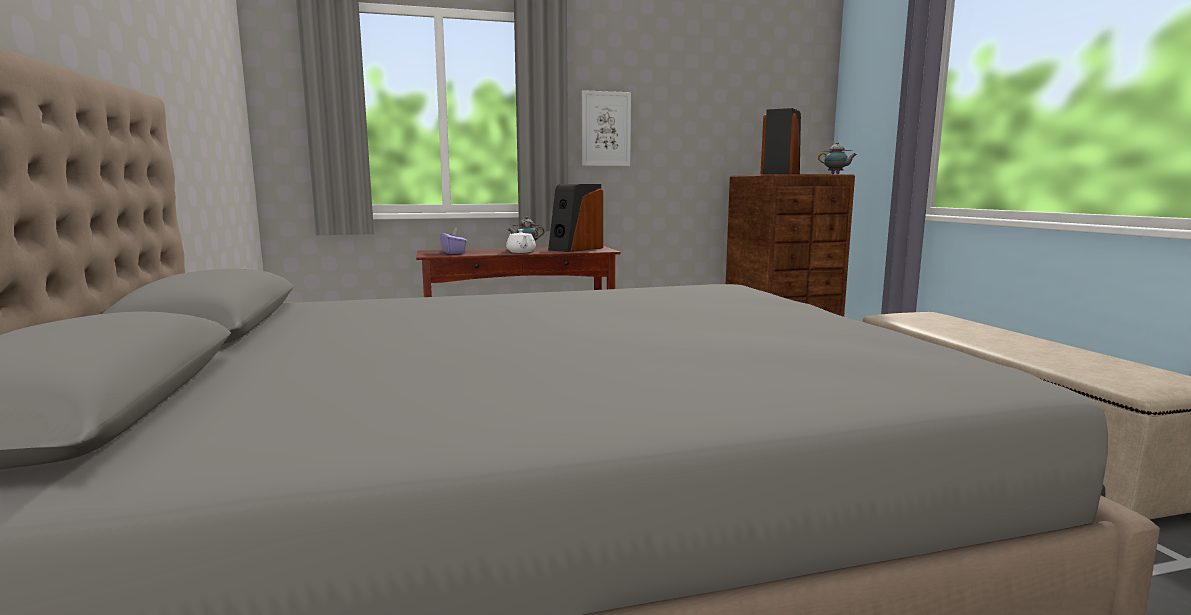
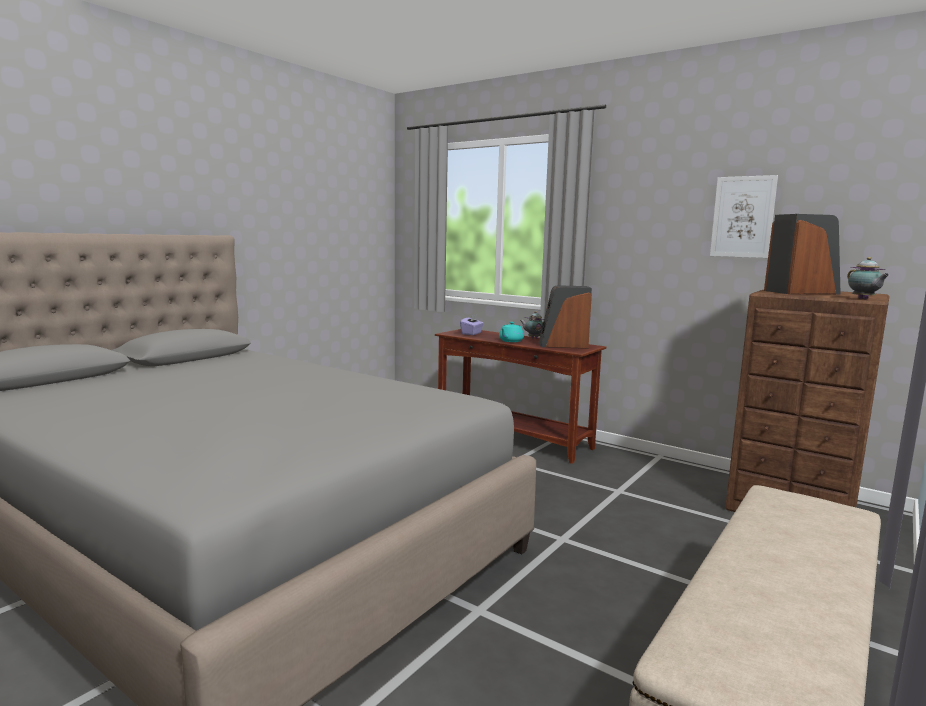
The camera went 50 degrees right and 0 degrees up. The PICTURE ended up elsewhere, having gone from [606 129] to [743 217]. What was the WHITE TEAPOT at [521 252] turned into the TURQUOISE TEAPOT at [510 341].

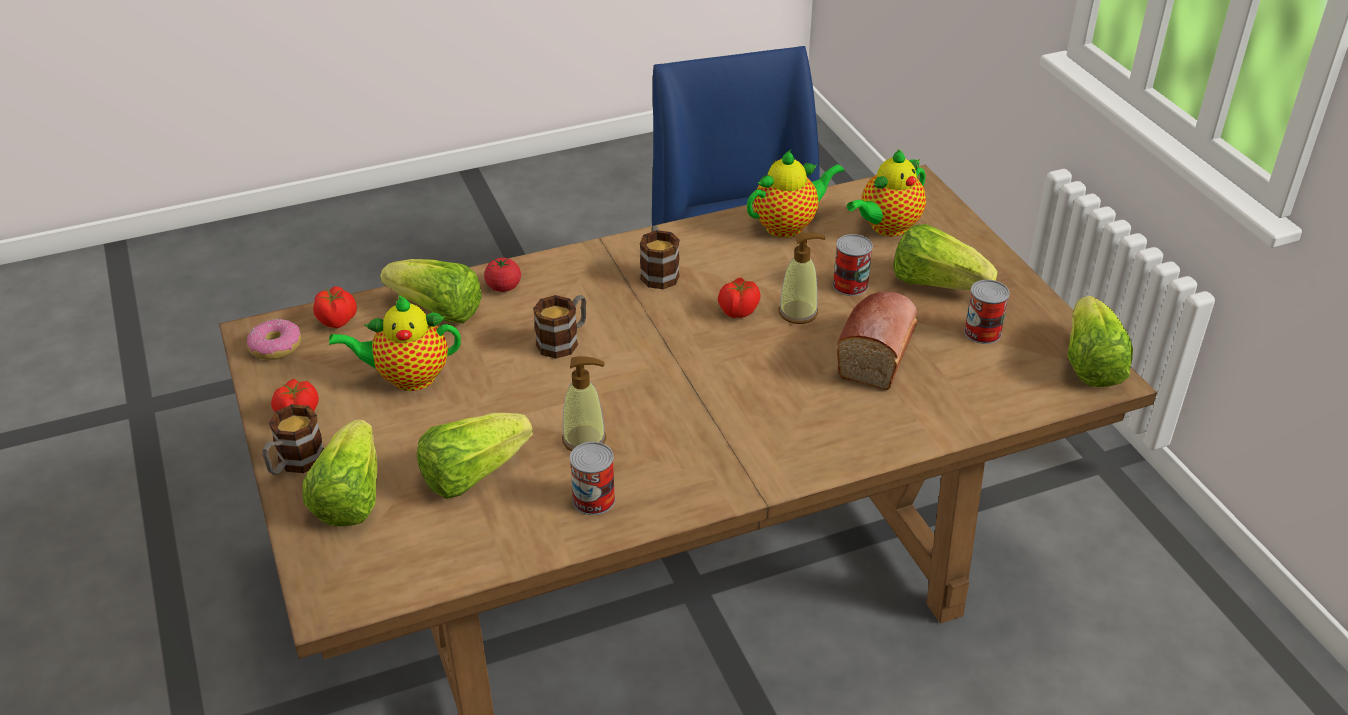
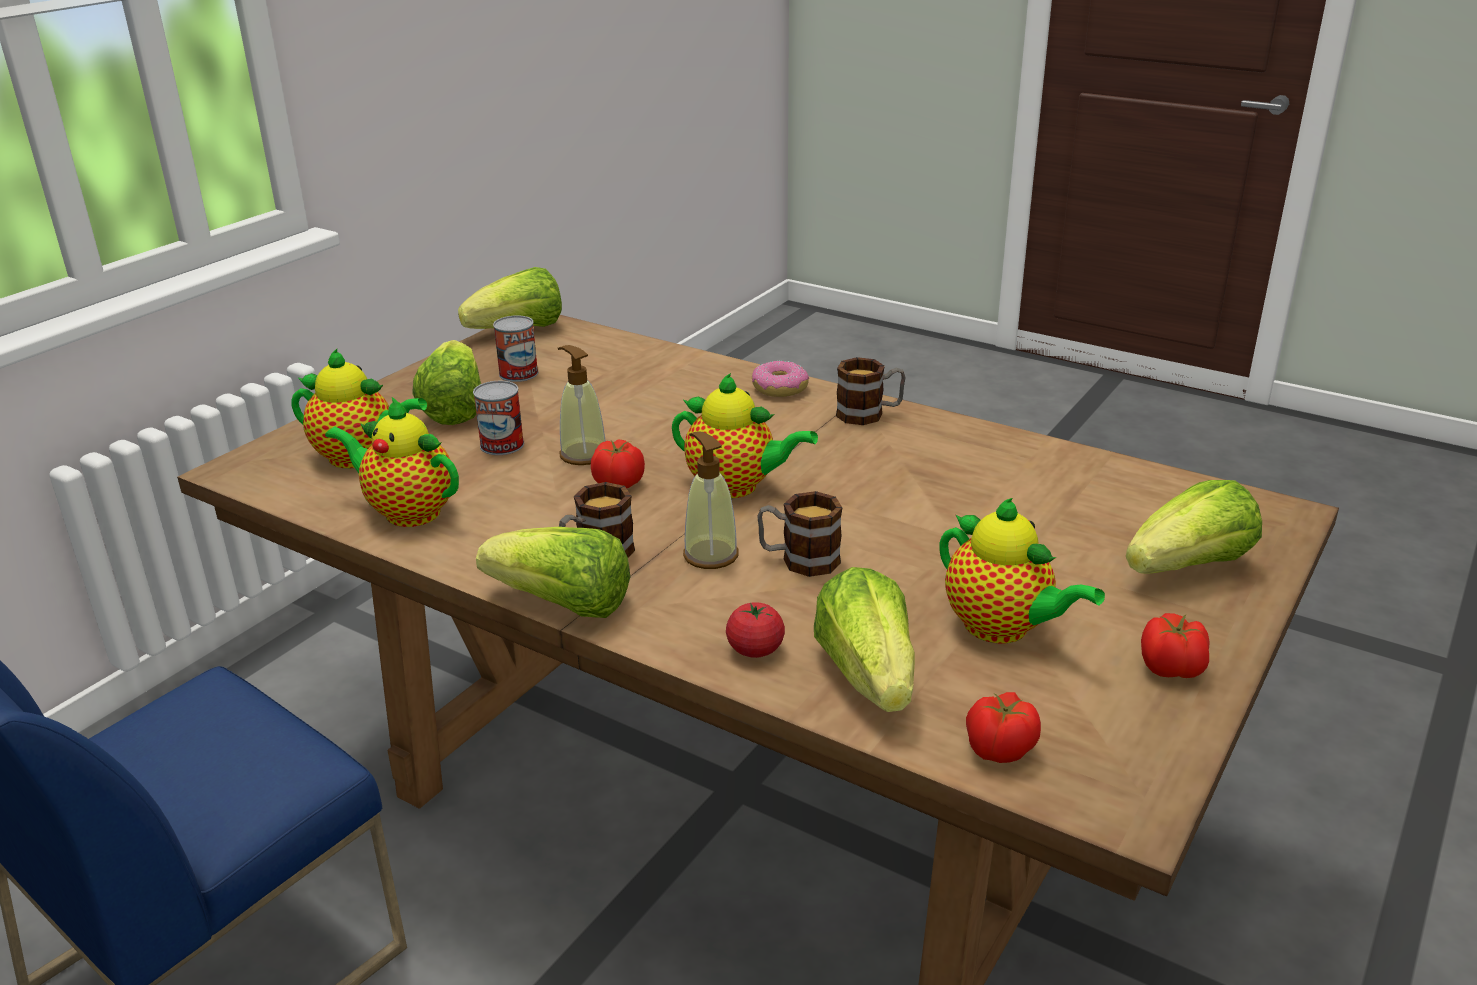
The camera went 125 degrees left and 10 degrees down. The second view lost the BREAD at [878 351]. The DONUT ended up elsewhere, having gone from [276 347] to [779 388]. The SOAP DISPENSER ended up elsewhere, having gone from [584 440] to [710 555]. The MUG ended up elsewhere, having gone from [294 463] to [869 414]. The LETTUCE ended up elsewhere, having gone from [472 474] to [563 605]. The second view lost the CAN at [593 499]. The second view gained the TEAPOT at [736 487].

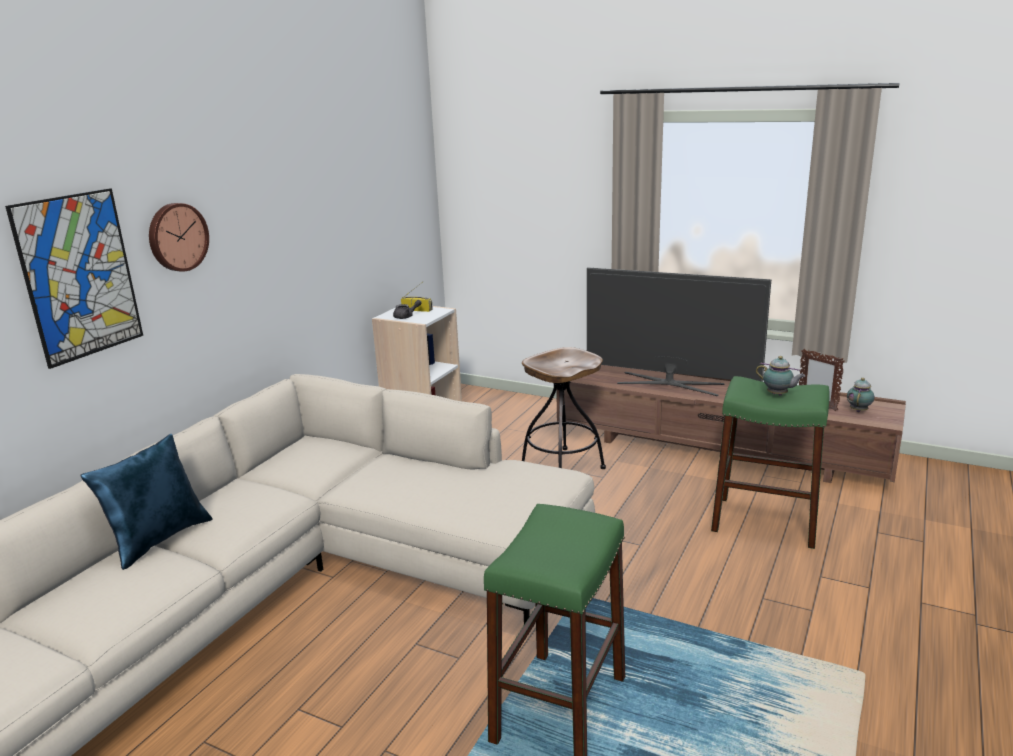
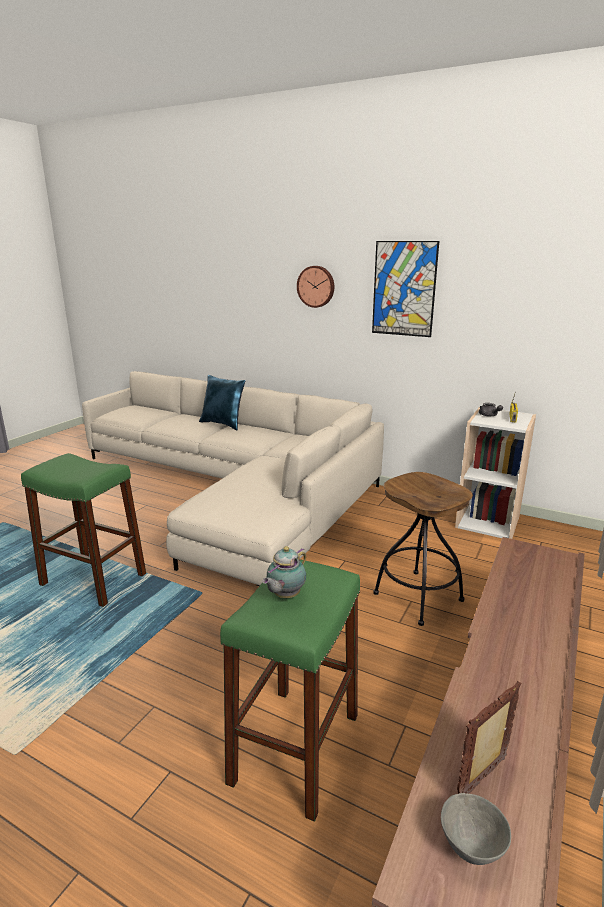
The camera went 90 degrees right and 0 degrees up. The PICTURE ended up elsewhere, having gone from [79 276] to [404 289]. The second view lost the TELEVISION at [670 383]. Where the TEAPOT stood at [859 410], the GREY BOWL came to stand at [470 849].

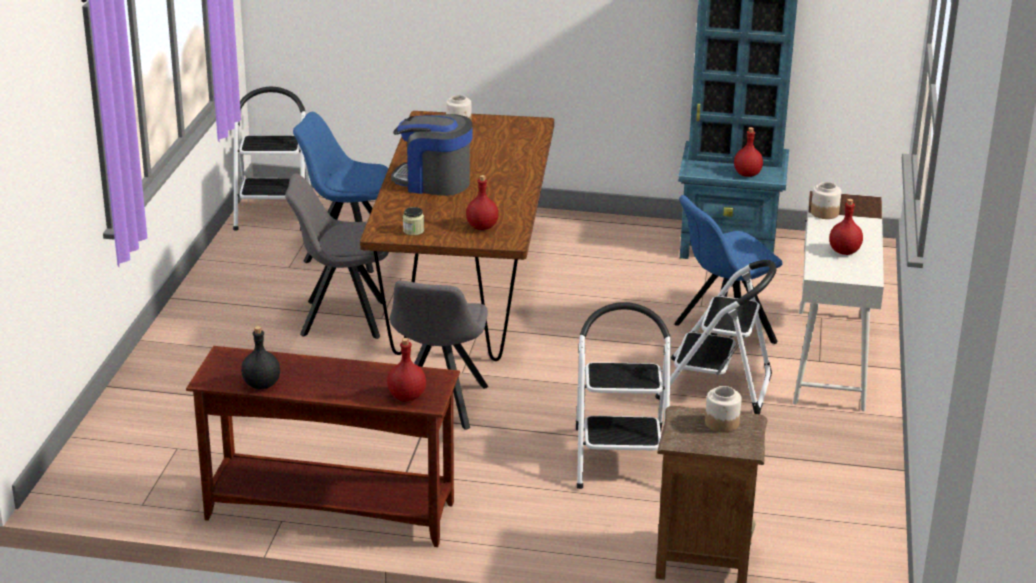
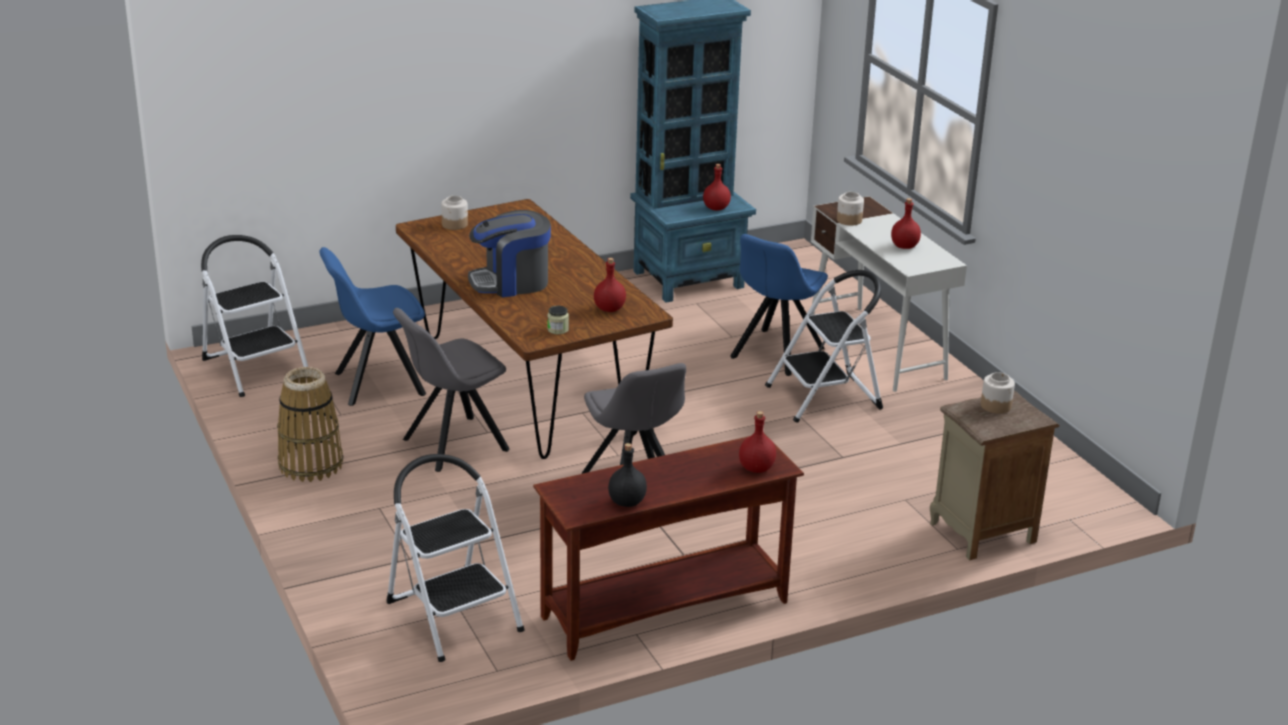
The camera went 35 degrees left and 0 degrees up. The STEP LADDER ended up elsewhere, having gone from [621 456] to [452 614]. The second view gained the BASKET at [311 464].

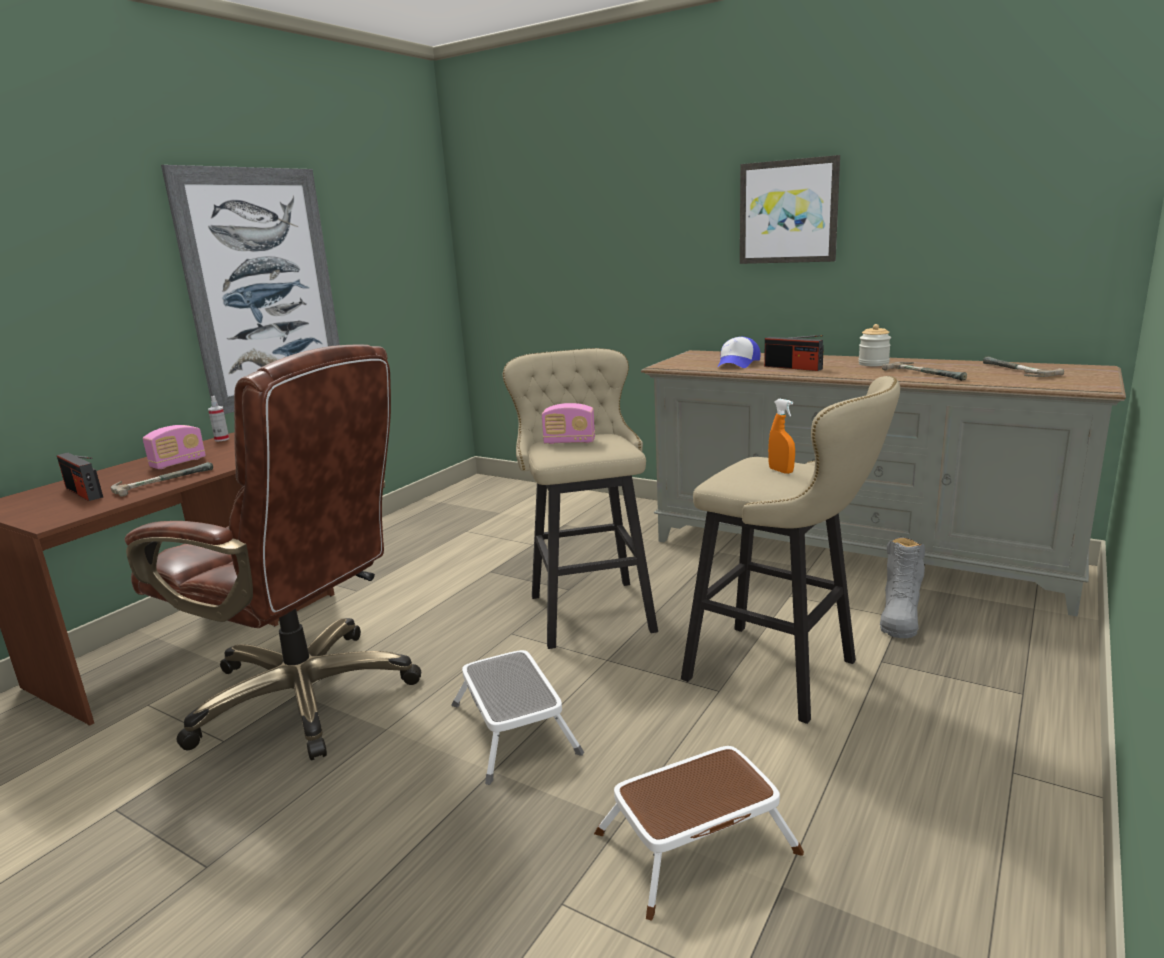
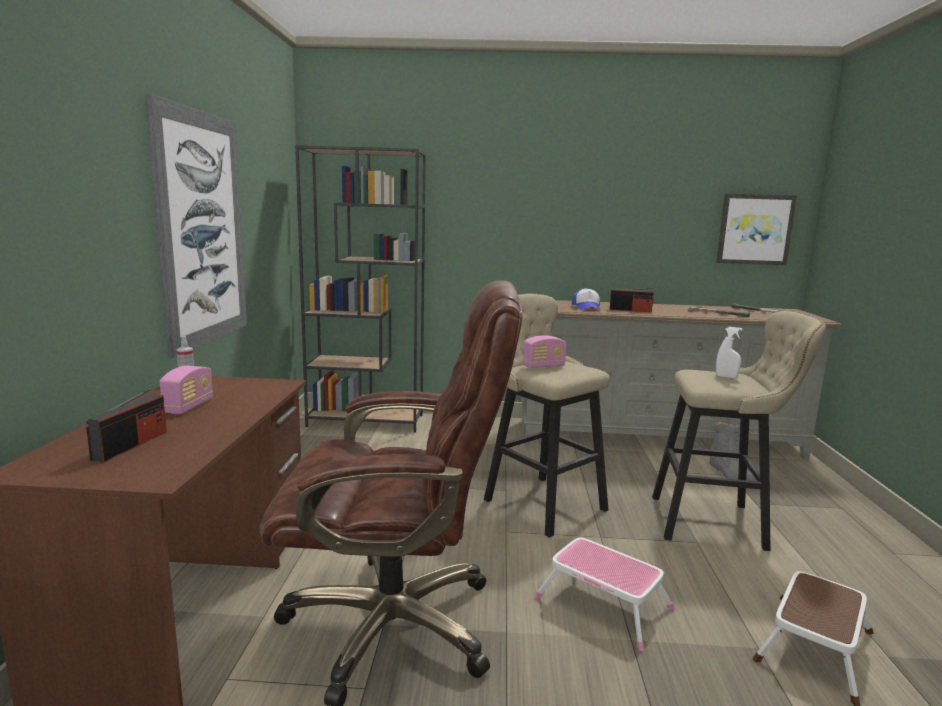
The camera went 30 degrees left and 5 degrees down. The PICTURE ended up elsewhere, having gone from [788 212] to [754 229]. The second view lost the JAR at [873 364]. What was the ORANGE SPRAY BOTTLE at [781 471] turned into the WHITE SPRAY BOTTLE at [726 377]. The RADIO at [84 492] ended up facing another way, 90 degrees counterclockwise from before. The second view lost the HAMMER at [162 481]. What was the GREY STEP LADDER at [513 728] turned into the PINK STEP LADDER at [603 603]. The second view gained the BOOKCASE at [366 420].

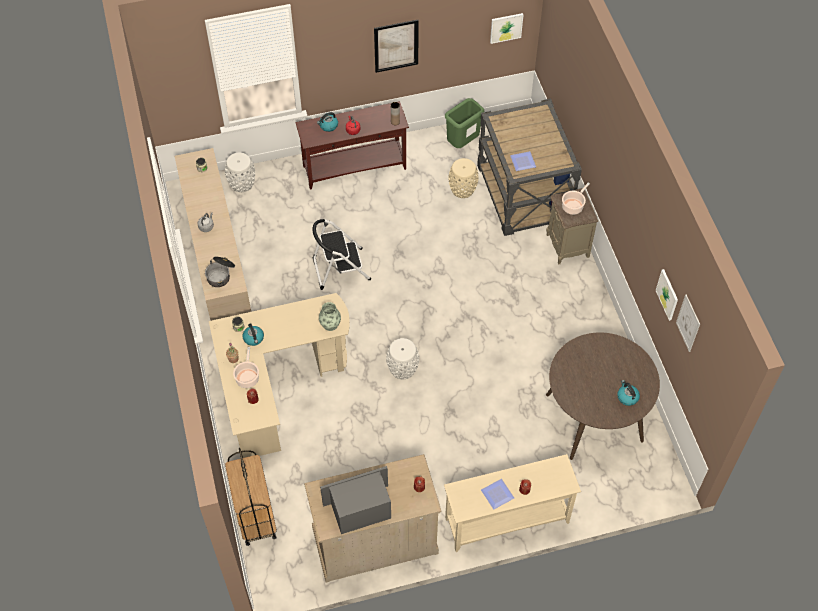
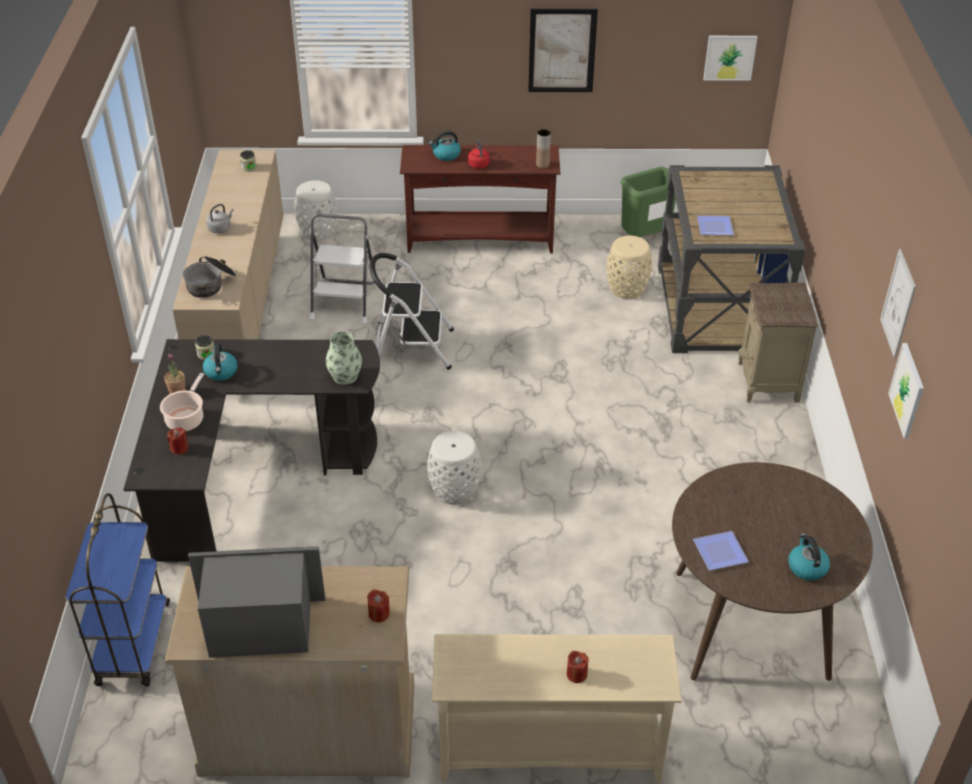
The camera went 15 degrees right and 15 degrees down. The second view lost the COOKING POT at [573 206]. What was the BEIGE DESK at [275 385] turned into the BLACK DESK at [250 472]. The PICTURE ended up elsewhere, having gone from [688 323] to [898 303]. What was the BROWN CART at [255 516] turned into the BLUE CART at [132 645]. The PLATE ended up elsewhere, having gone from [498 495] to [722 553]. The second view gained the WHITE STEP LADDER at [345 299].

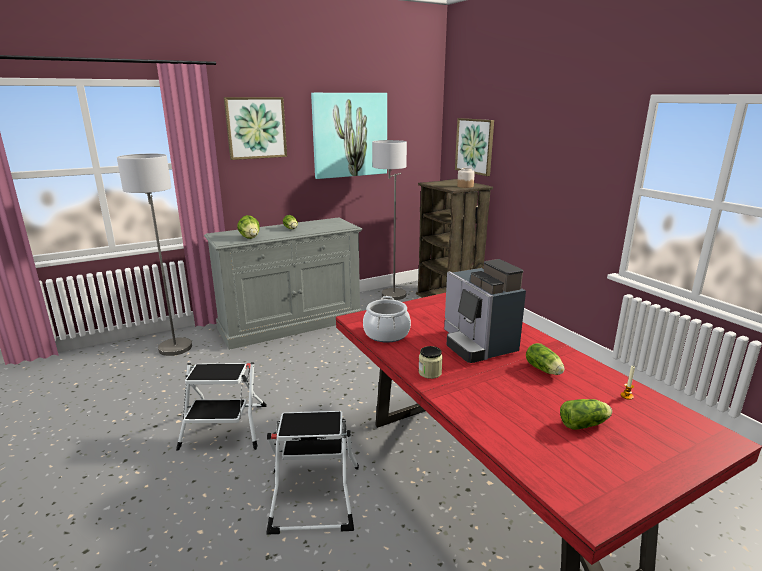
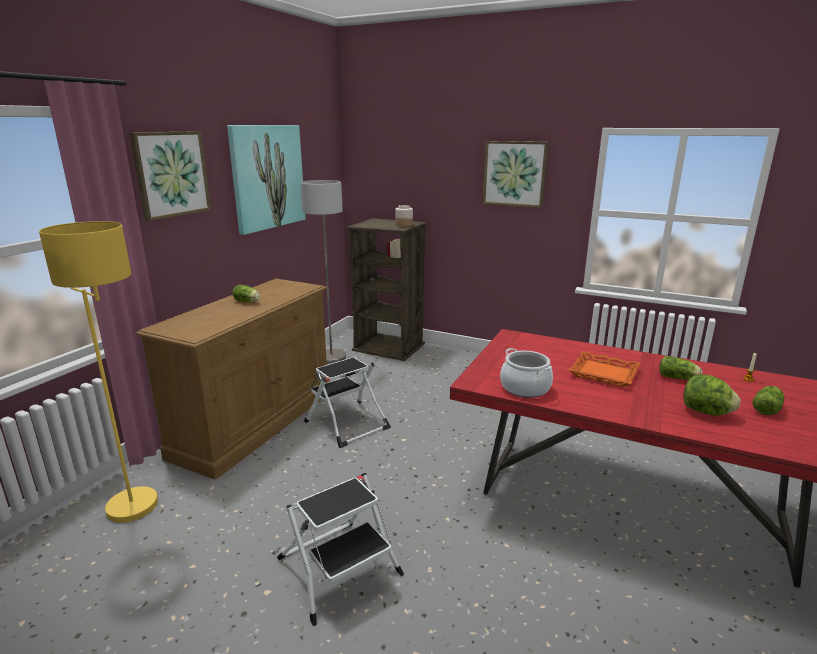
The camera went 35 degrees left and 0 degrees up. The PICTURE ended up elsewhere, having gone from [475 146] to [514 173]. What was the GREY FLOOR LAMP at [175 352] turned into the YELLOW FLOOR LAMP at [140 512]. The LETTUCE ended up elsewhere, having gone from [250 238] to [706 412]. What was the GREY CABINET at [292 324] turned into the BROWN CABINET at [258 422]. Where the COFFEE MACHINE stood at [477 344], the ORANGE TRAY came to stand at [604 373]. The second view lost the JAR at [430 372]. The STEP LADDER ended up elsewhere, having gone from [314 495] to [347 422].

